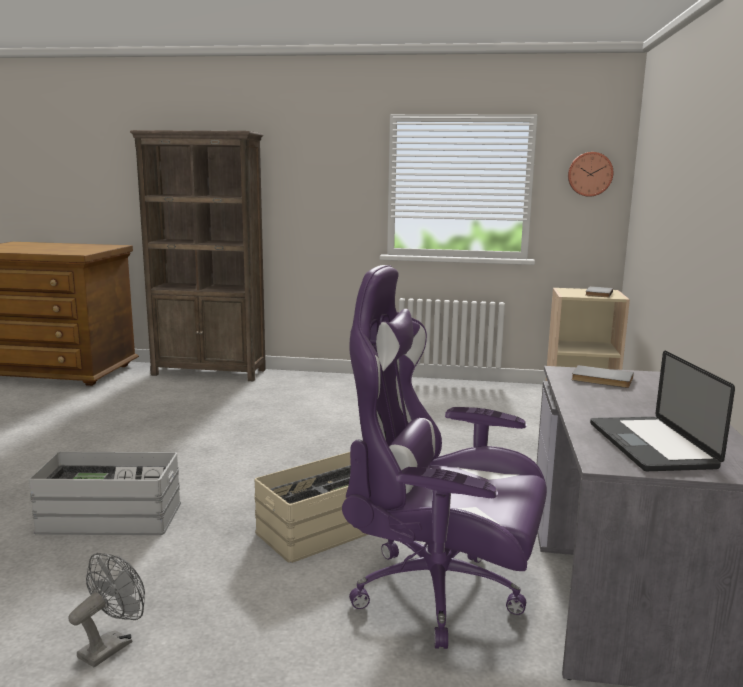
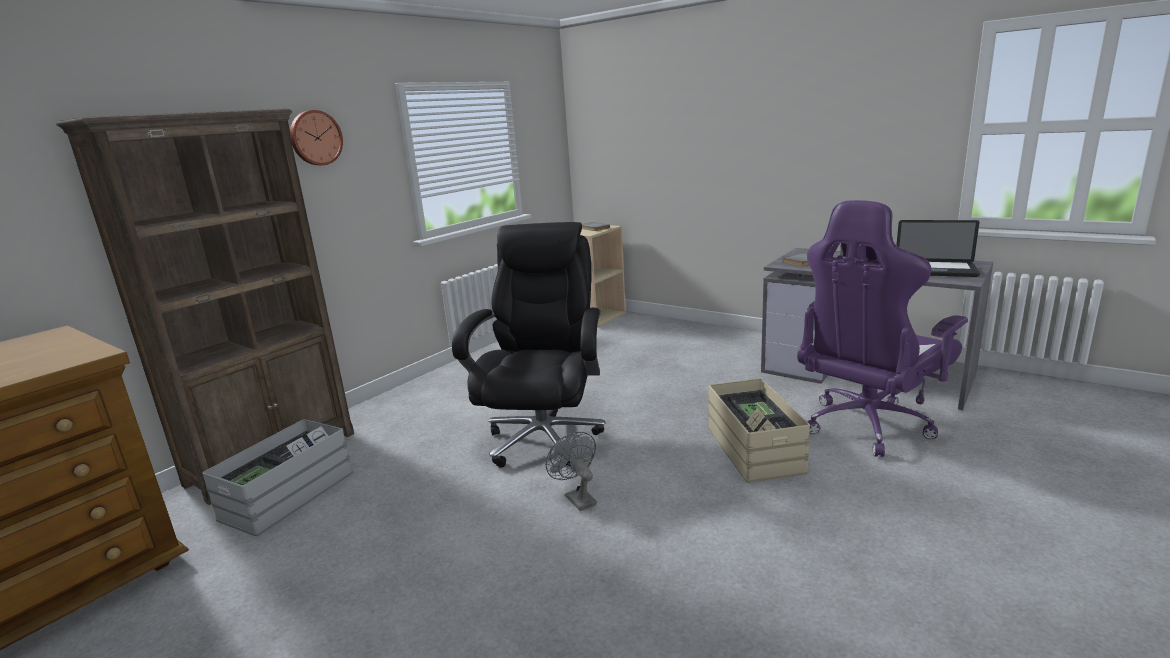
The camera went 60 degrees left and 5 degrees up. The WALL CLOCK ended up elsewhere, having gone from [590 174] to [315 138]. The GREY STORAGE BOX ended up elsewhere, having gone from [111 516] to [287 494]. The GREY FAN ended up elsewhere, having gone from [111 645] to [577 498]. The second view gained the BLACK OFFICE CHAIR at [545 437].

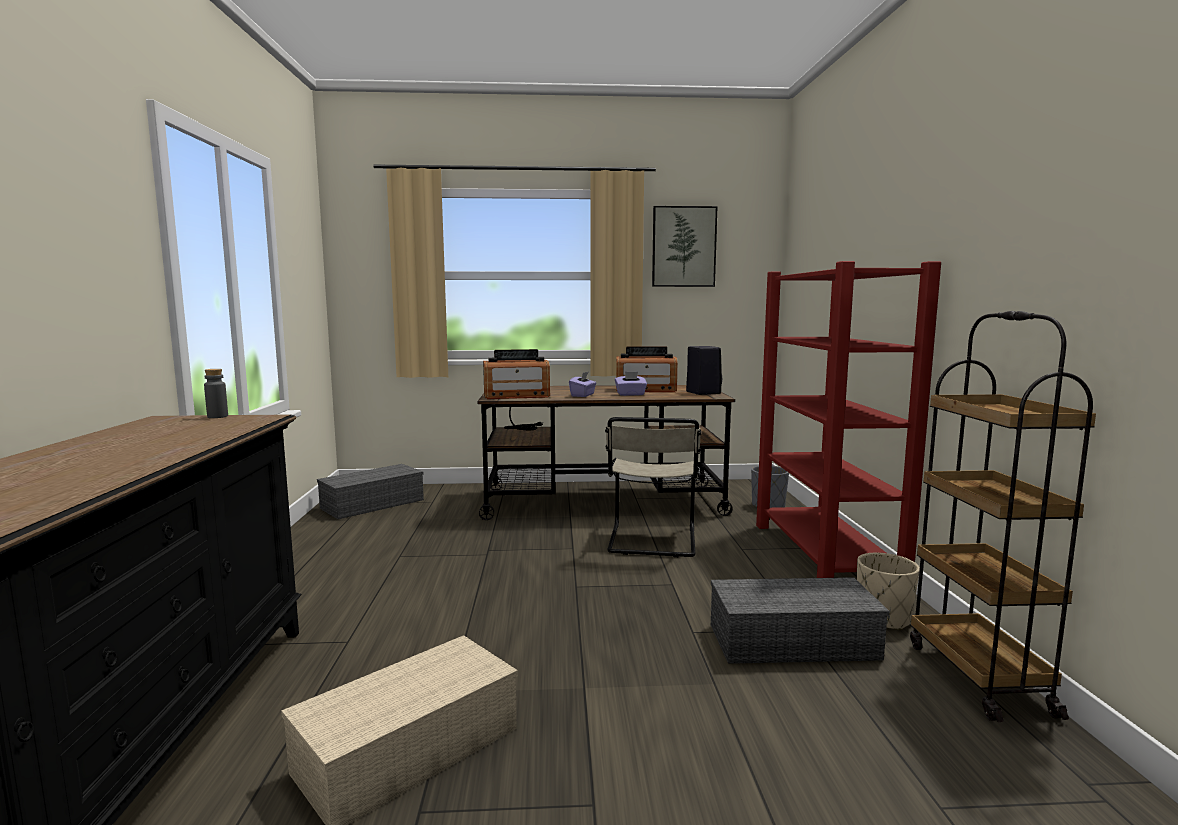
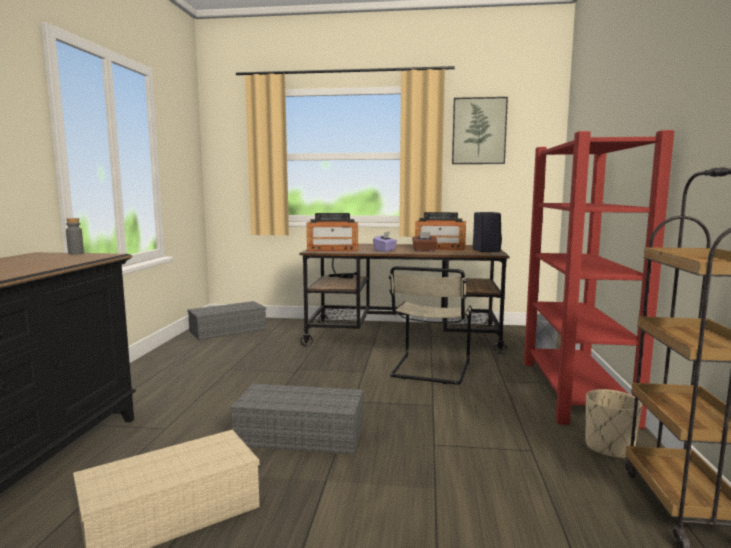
The camera went 10 degrees right and 0 degrees up. What was the PURPLE TISSUE BOX at [630 394] turned into the BROWN TISSUE BOX at [424 250]. The GREY STORAGE BOX ended up elsewhere, having gone from [794 640] to [302 434].

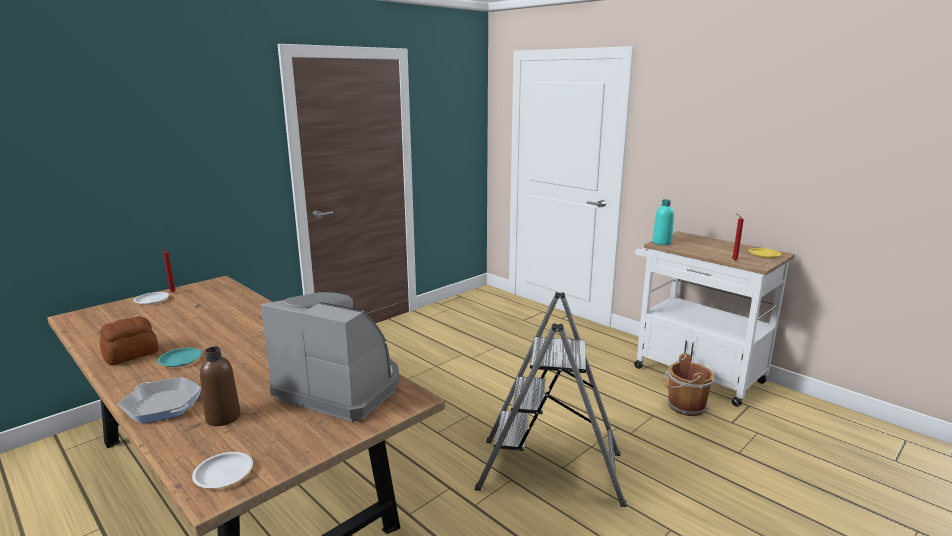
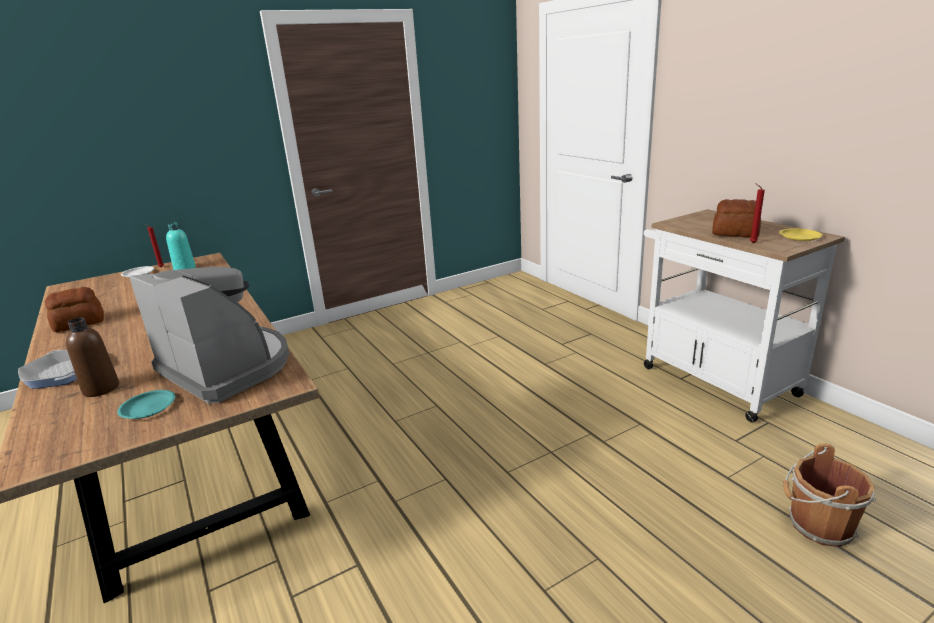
The camera went 15 degrees right and 5 degrees up. The TURQUOISE BOTTLE ended up elsewhere, having gone from [661 242] to [185 269]. The second view lost the GREY STEP LADDER at [553 470]. The TURQUOISE PLATE ended up elsewhere, having gone from [180 360] to [147 408]. The BROWN BUCKET ended up elsewhere, having gone from [684 406] to [817 525]. The second view lost the WHITE PLATE at [223 474]. The second view gained the BREAD at [734 233].

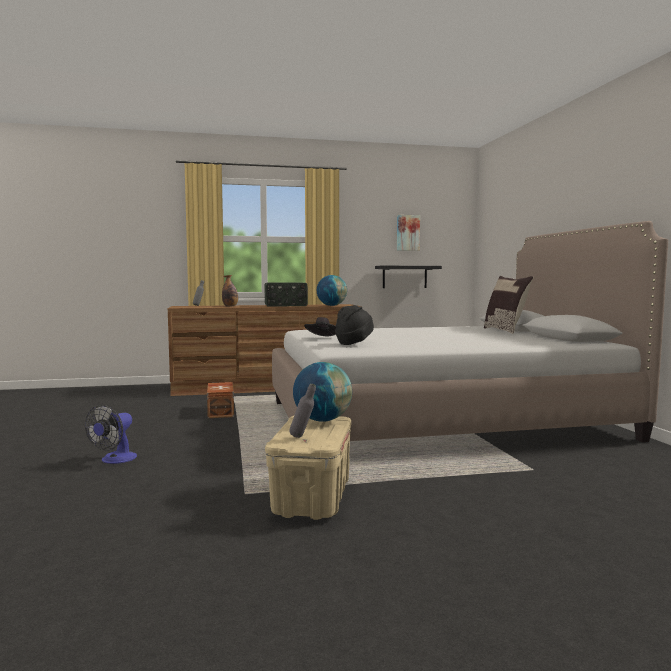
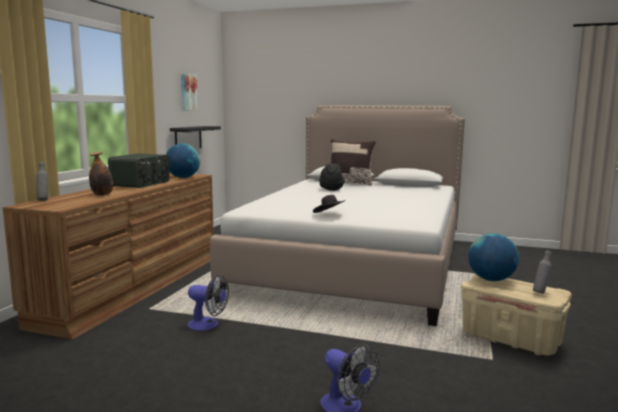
The camera went 60 degrees left and 5 degrees up. The BLACK HAT ended up elsewhere, having gone from [354 343] to [331 189]. Where the BROWN STORAGE BOX stood at [221 411], the FAN came to stand at [208 325].

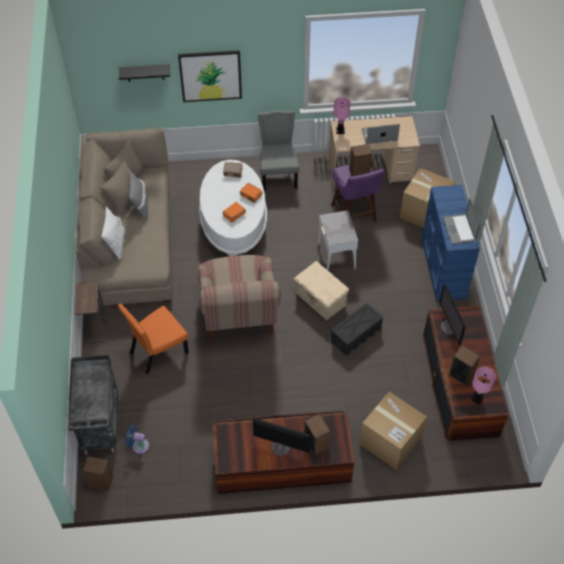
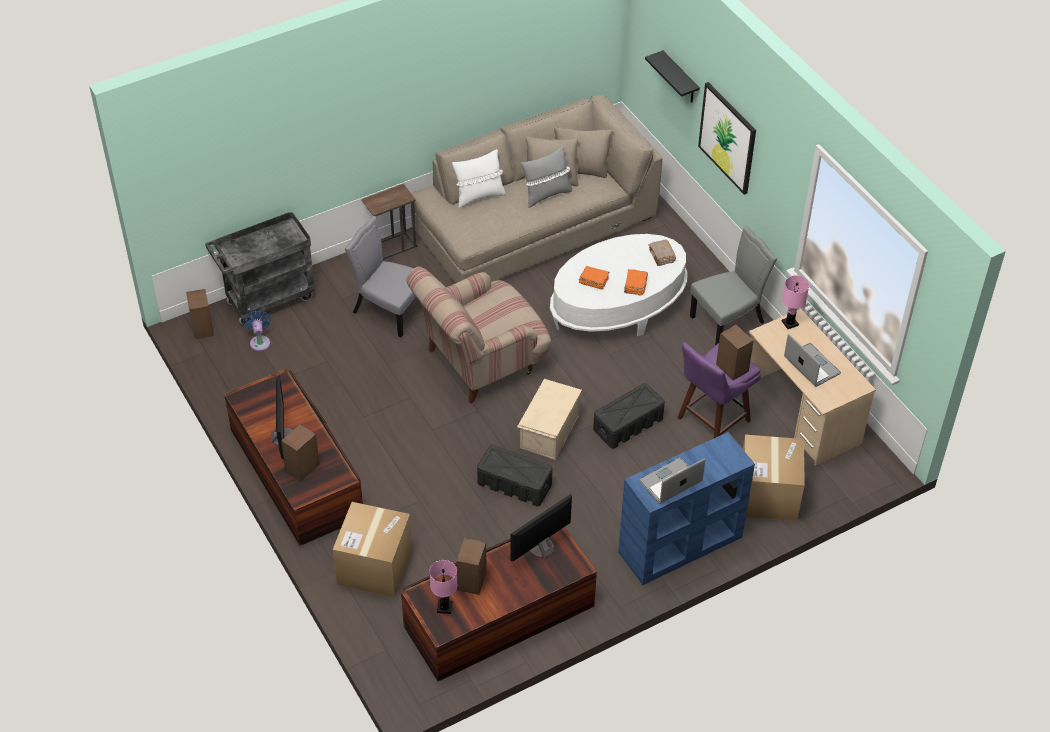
The camera went 65 degrees right and 5 degrees down. Where the SIDE TABLE stood at [336 256], the BLACK STORAGE BOX came to stand at [627 424]. What was the ORANGE CHAIR at [159 351] turned into the GREY CHAIR at [389 311].

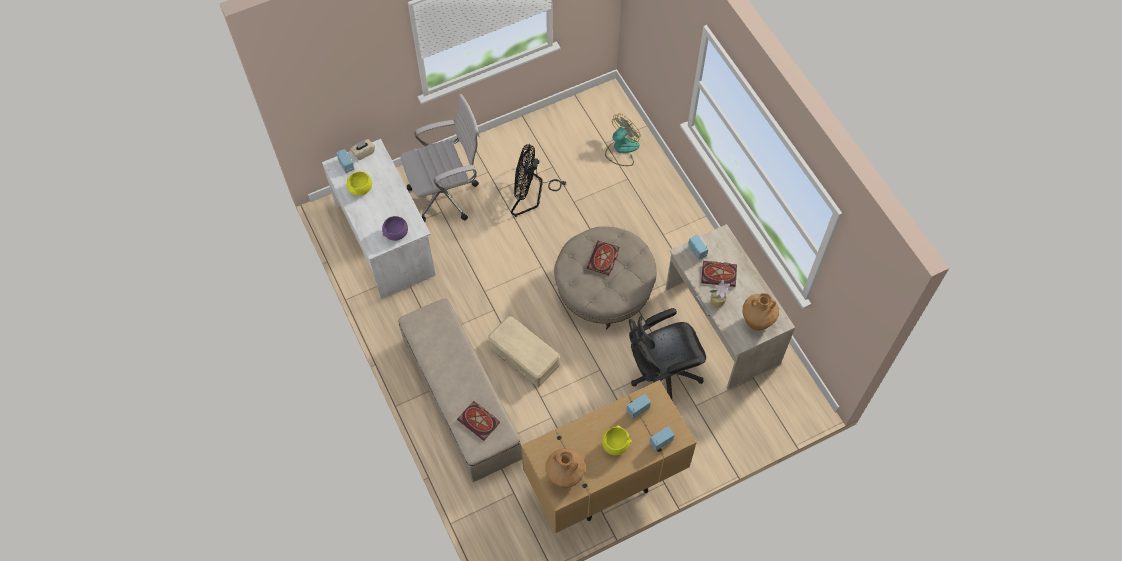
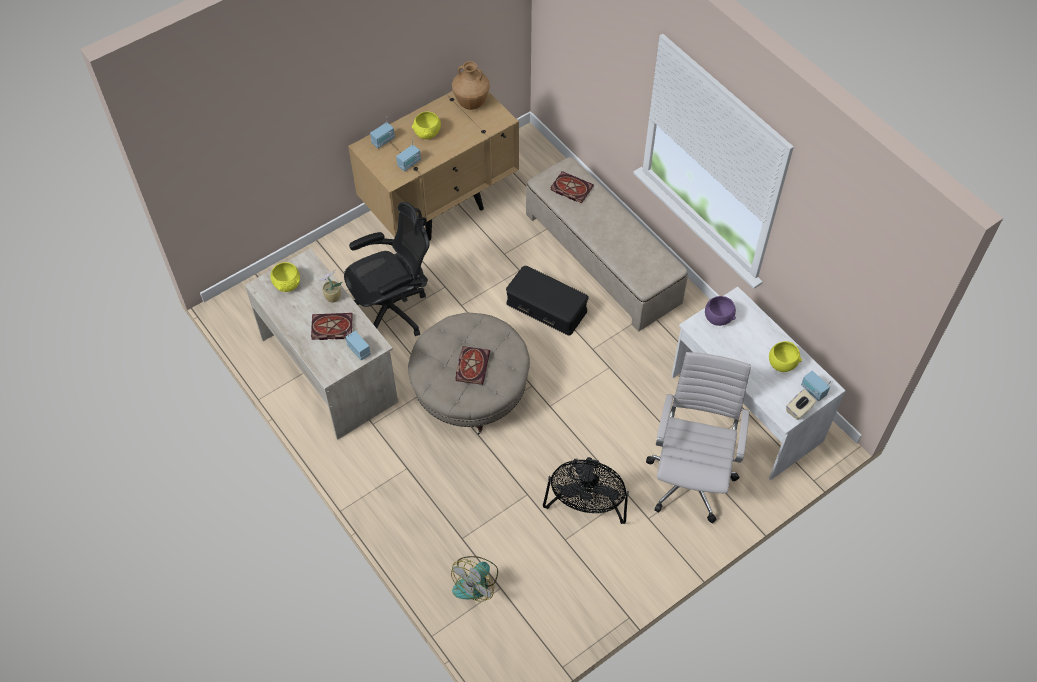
The camera went 170 degrees right and 5 degrees down. The WHITE OFFICE CHAIR at [447 195] ended up facing another way, 135 degrees clockwise from before. The BLACK FAN at [531 191] ended up facing another way, 105 degrees clockwise from before. Where the BROWN VASE stood at [756 321], the YELLOW BOWL came to stand at [287 284]. What was the BEIGE STORAGE BOX at [523 356] turned into the BLACK STORAGE BOX at [547 306].

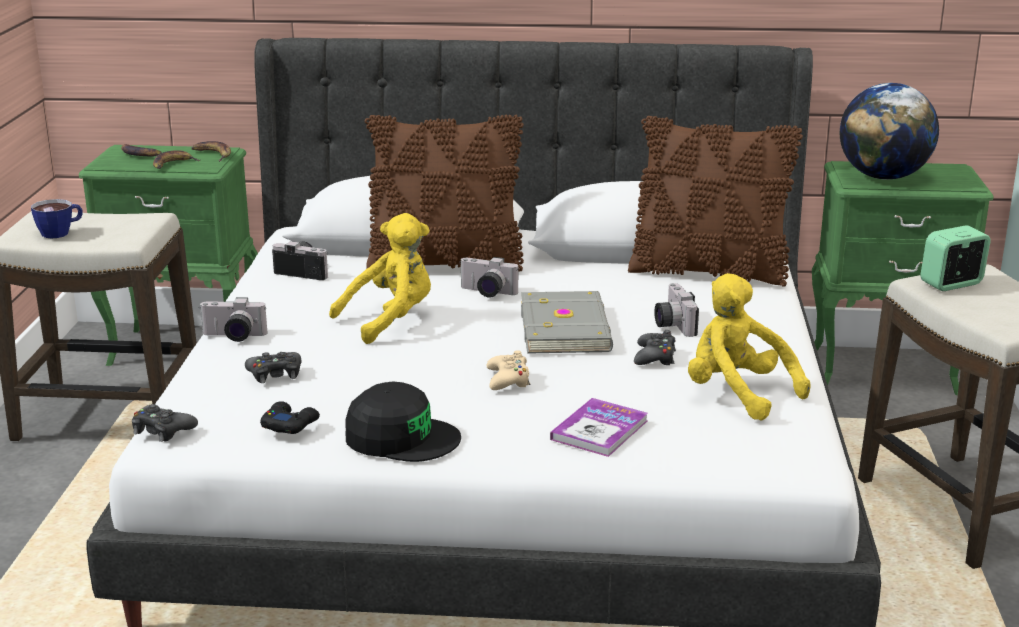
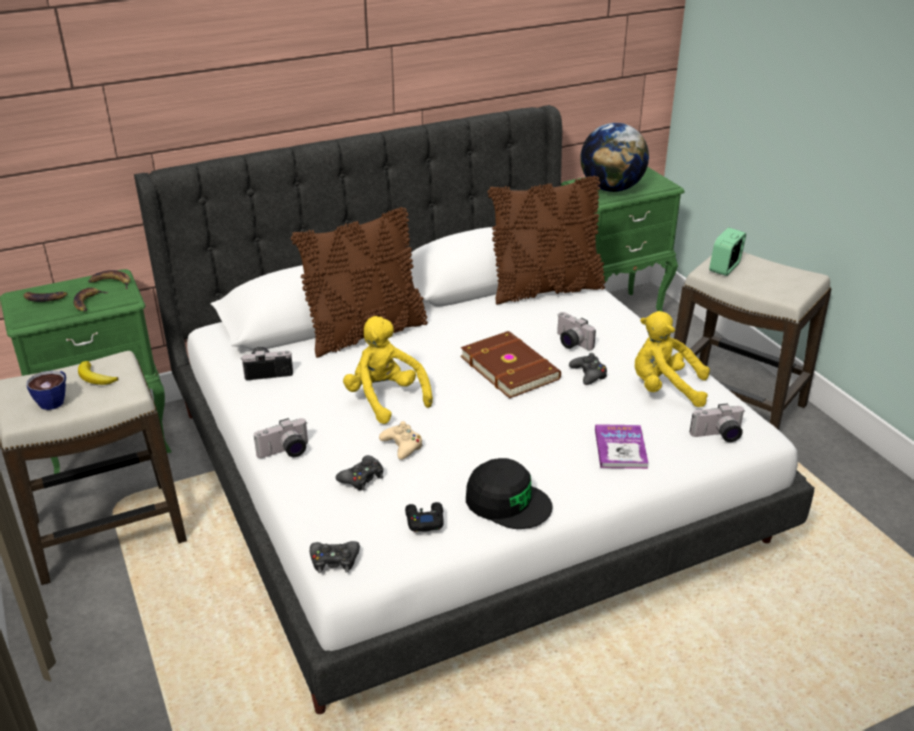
The camera went 30 degrees left and 10 degrees up. The YELLOW PLUSH TOY at [390 320] ended up facing another way, 60 degrees counterclockwise from before. The PHOTO CAMERA ended up elsewhere, having gone from [486 293] to [718 436]. What was the GREY BOOK at [567 328] turned into the BROWN BOOK at [510 367]. The BEIGE GAME CONTROLLER ended up elsewhere, having gone from [508 380] to [402 446]. The BLACK CAP at [401 437] ended up facing another way, 45 degrees clockwise from before. The second view gained the BANANA at [95 377].

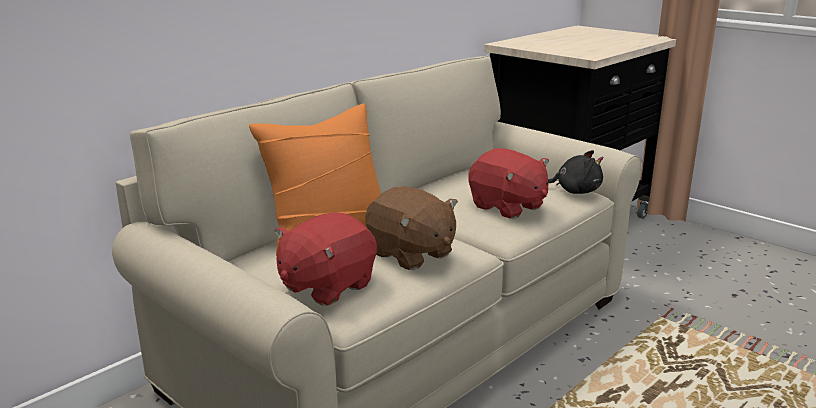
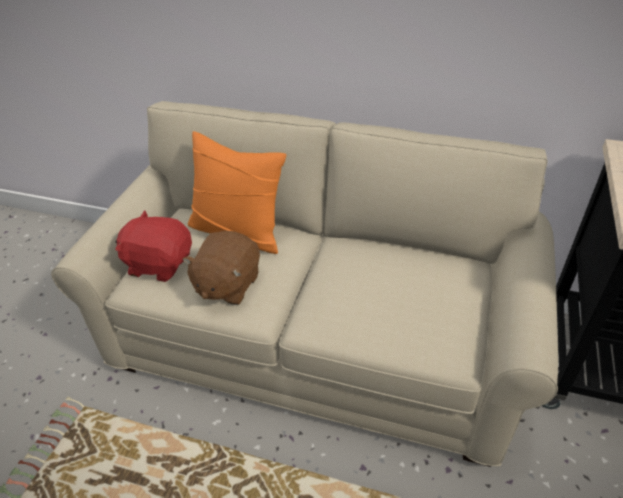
The camera went 65 degrees right and 20 degrees up. The second view lost the RED PLUSH TOY at [507 207]. The second view lost the BLACK PLUSH TOY at [574 191].

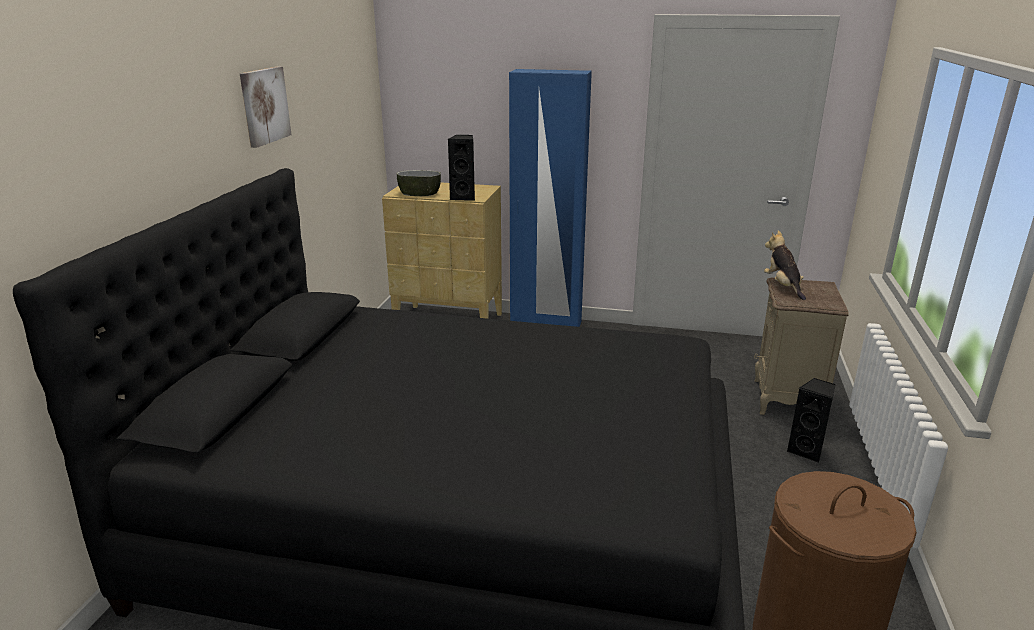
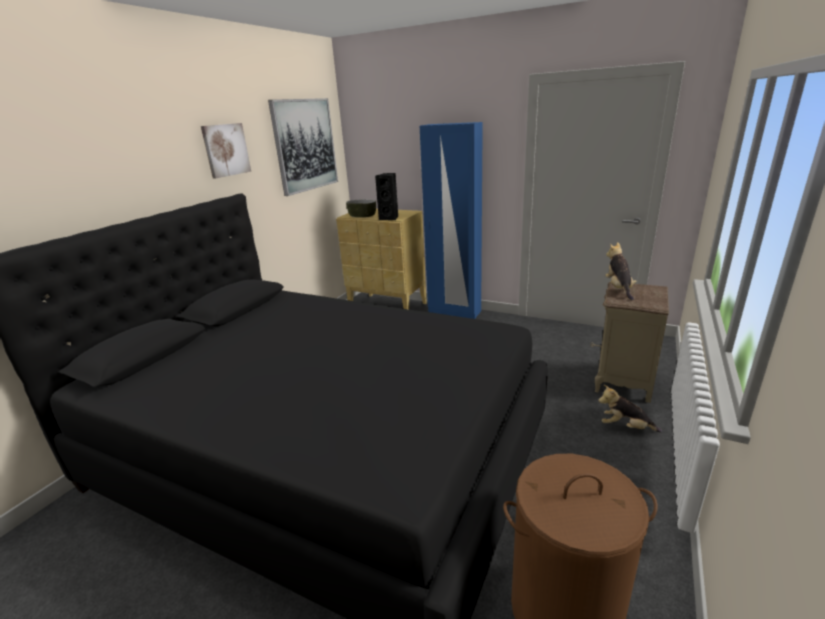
The camera went 15 degrees right and 0 degrees up. Where the BLACK SPEAKER stood at [807 451], the PLUSH TOY came to stand at [625 427]. The second view gained the PICTURE at [305 145].

